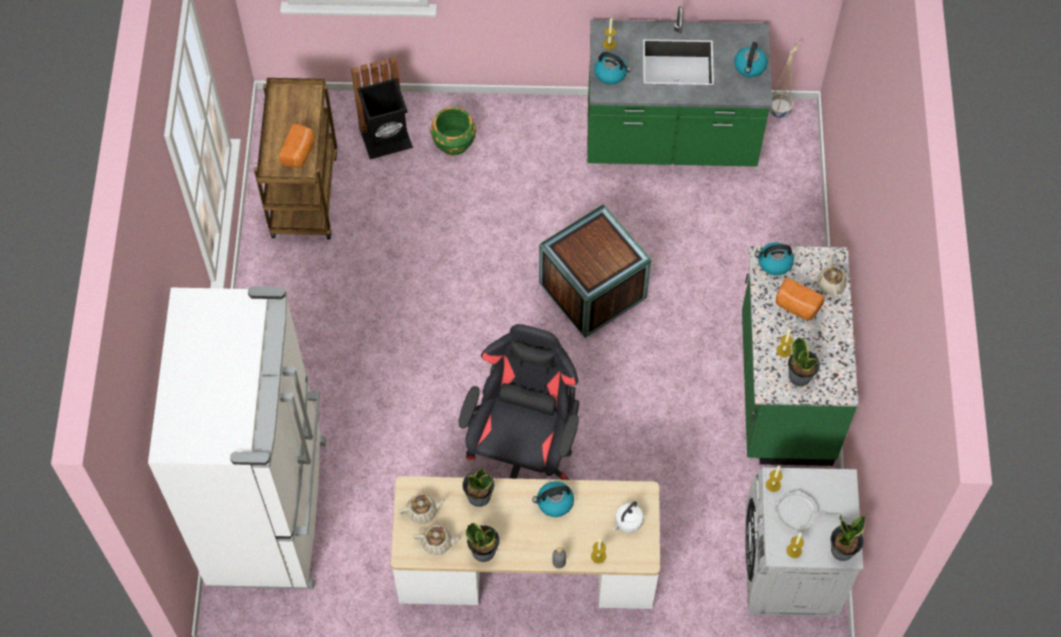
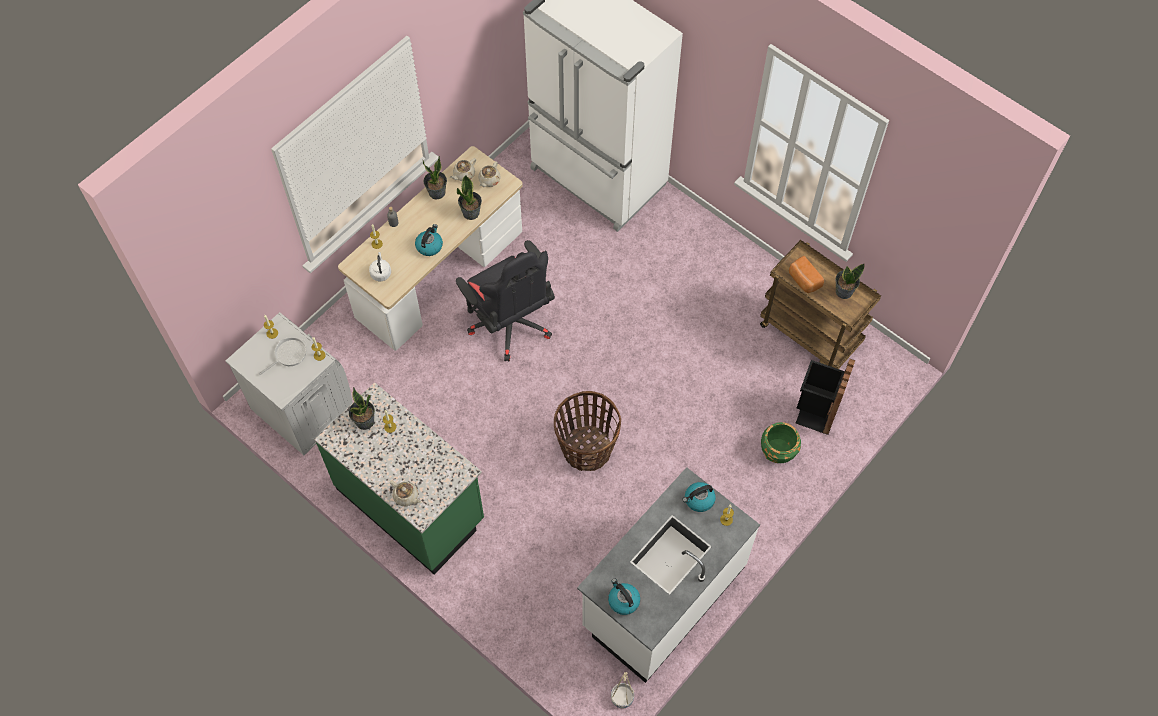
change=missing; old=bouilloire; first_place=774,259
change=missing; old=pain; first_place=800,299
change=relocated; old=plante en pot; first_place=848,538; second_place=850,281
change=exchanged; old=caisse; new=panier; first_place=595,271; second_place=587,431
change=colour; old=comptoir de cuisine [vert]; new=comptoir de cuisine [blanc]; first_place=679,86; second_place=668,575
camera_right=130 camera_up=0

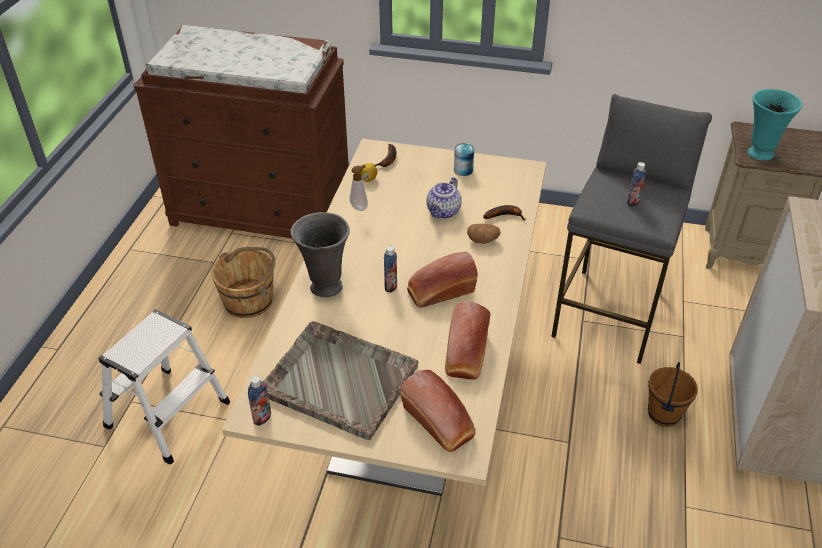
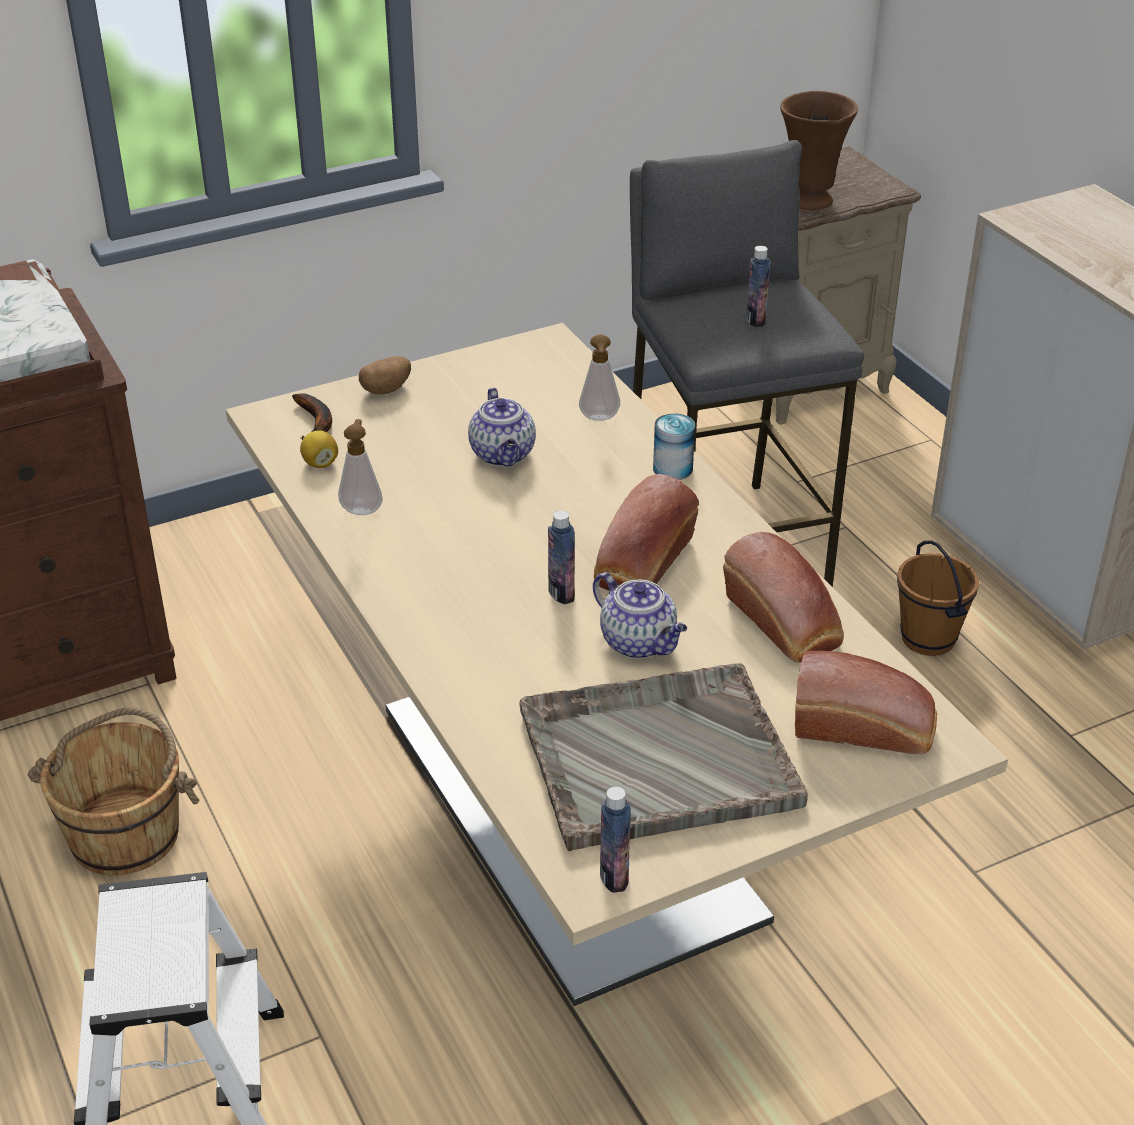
change=missing; old=vase [gris]; first_place=320,254
change=appeared; new=théière; second_place=640,615
change=relocated; old=boîte métallique; first_place=464,159; second_place=674,446
change=relocated; old=pomme de terre; first_place=483,234; second_place=385,375
change=exchanged; old=banane; new=distributeur de savon; first_place=504,213; second_place=599,377
change=colour; old=vase [turquoise]; new=vase [marron]; first_place=774,124; second_place=819,150
camera_right=-40 camera_up=-5

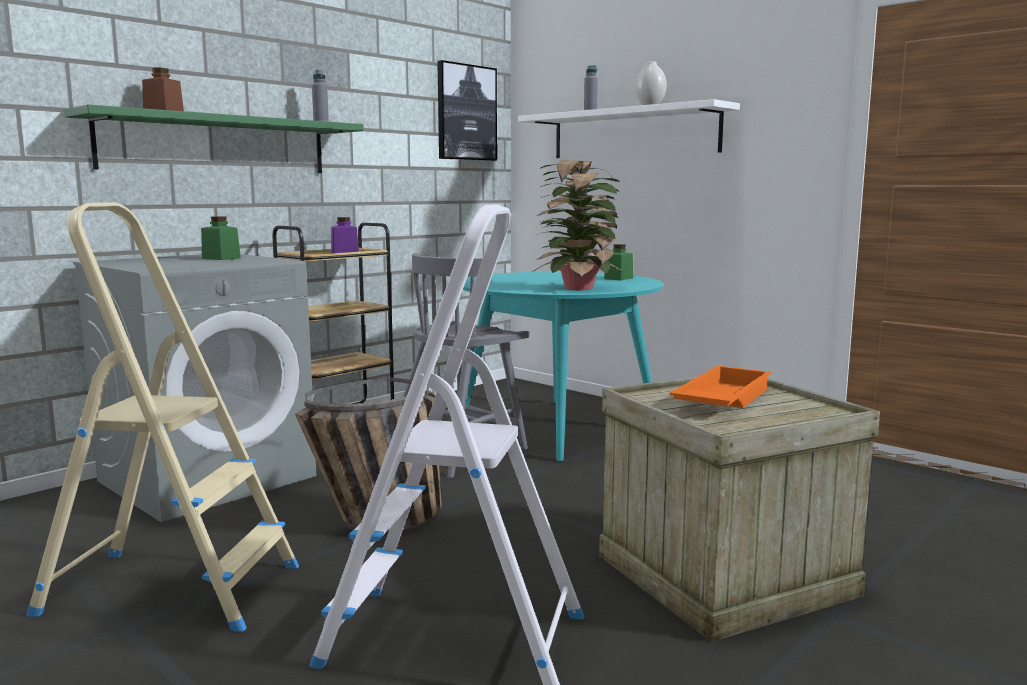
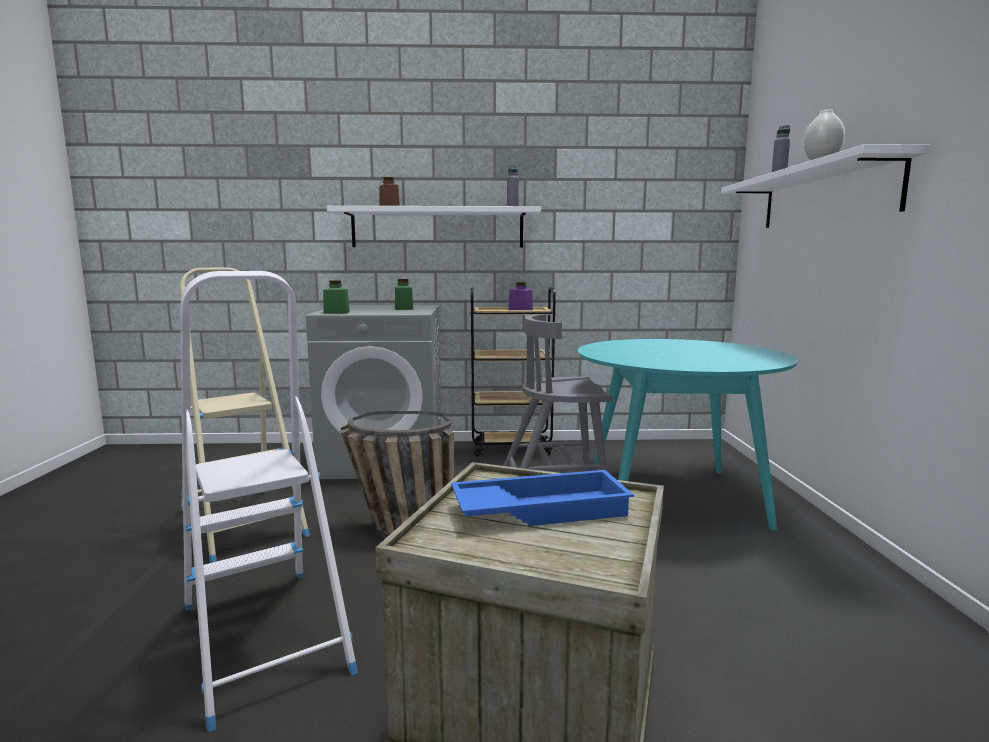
change=missing; old=tableau; first_place=467,110
change=missing; old=plante en pot; first_place=578,225
change=relocated; old=bocal [vert]; first_place=618,262; second_place=336,297
change=colour; old=étagère [vert]; new=étagère [blanc]; first_place=214,138; second_place=434,226
change=colour; old=plateau [orange]; new=plateau [bleu]; first_place=720,387; second_place=542,498
camera_right=45 camera_up=0

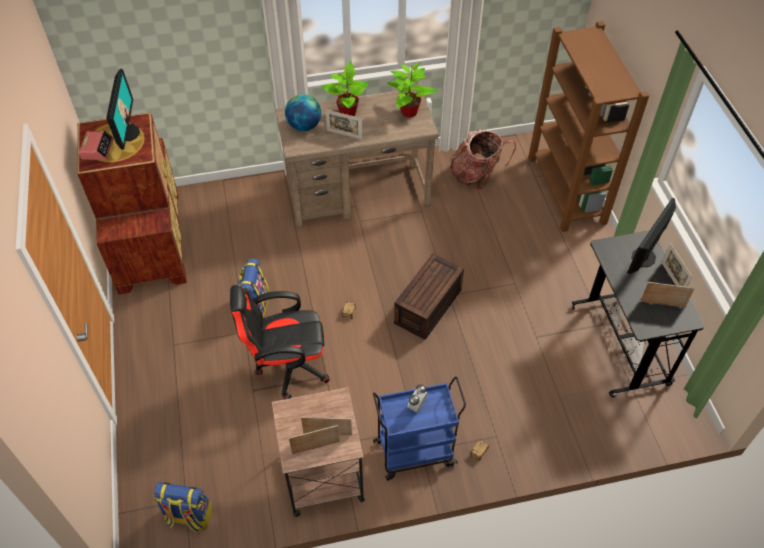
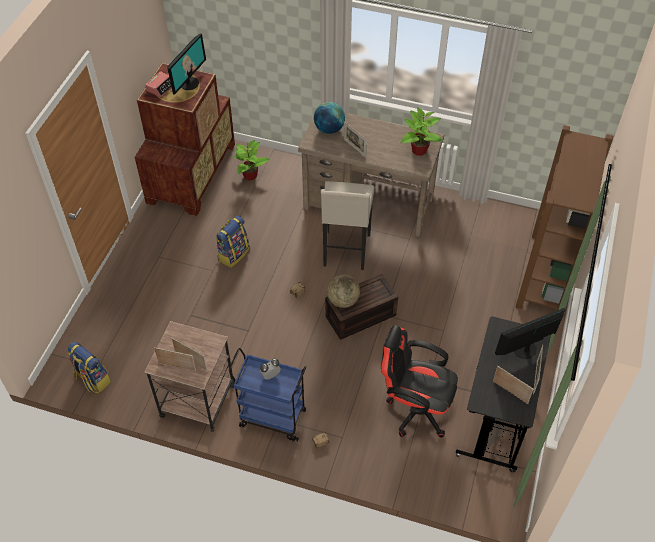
change=missing; old=sac à dos; first_place=483,159
change=appeared; new=tabouret [beige]; second_place=347,225
change=appeared; new=globe; second_place=343,291
change=relocated; old=chaise de bureau [noir]; first_place=280,342; second_place=419,381
change=relocated; old=plante en pot; first_place=345,88; second_place=251,160
camera_right=30 camera_up=0

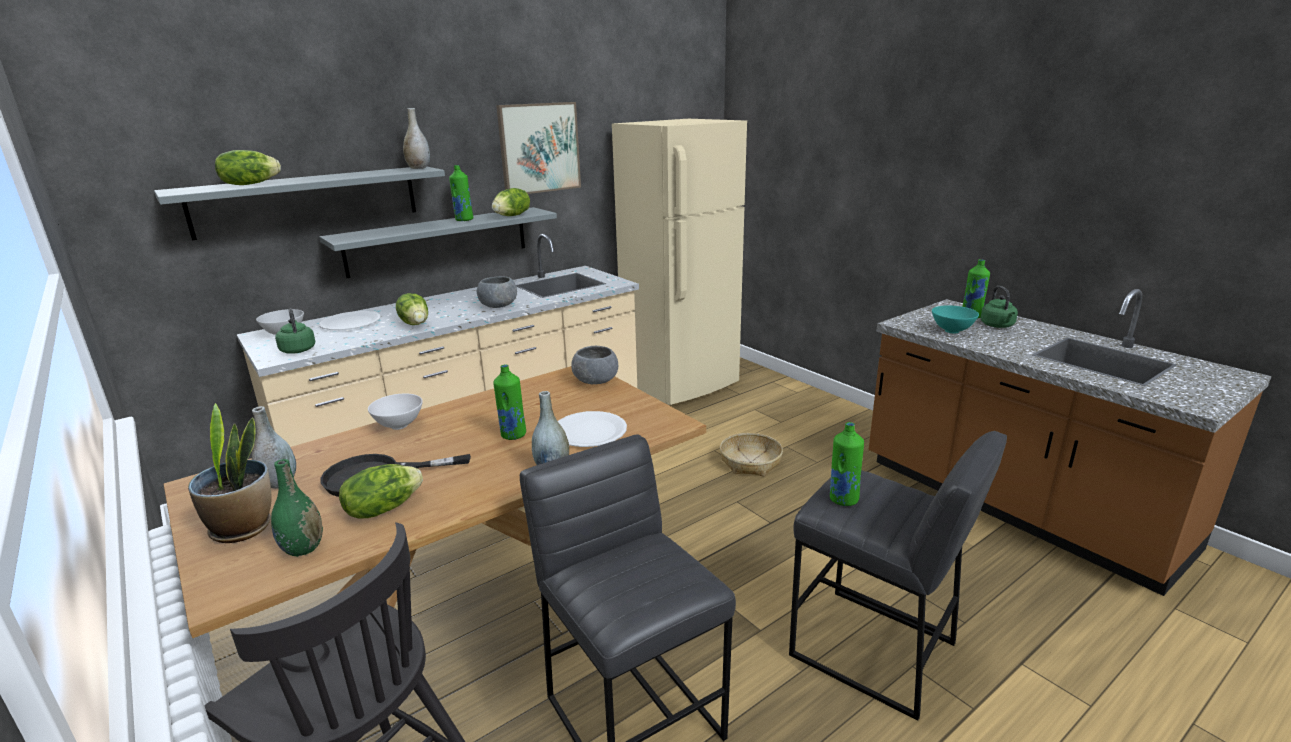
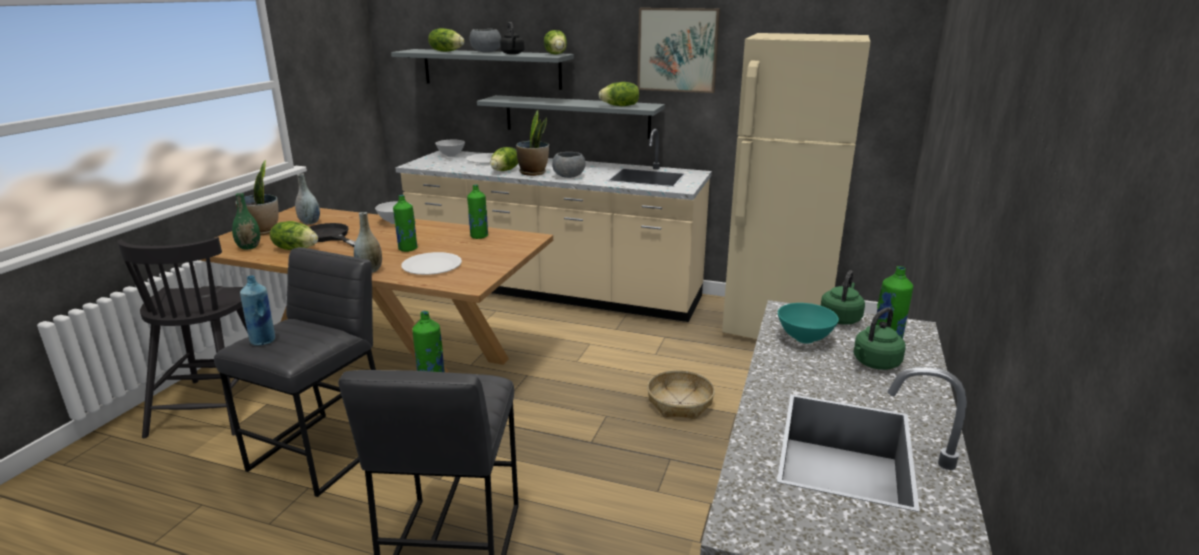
change=appeared; new=bouteille [bleu]; second_place=257,310
change=appeared; new=bouilloire [noir]; second_place=512,38
change=appeared; new=plante en pot; second_place=532,143
change=relocated; old=bouilloire [vert]; first_place=295,331; second_place=843,297
change=relocated; old=bouteille [vert]; first_place=461,193; second_place=477,212
change=relocated; old=bol [gris]; first_place=594,365; second_place=485,41
change=exchanged; old=vase [gris]; new=laitue; first_place=416,138; second_place=555,42
camera_right=55 camera_up=0

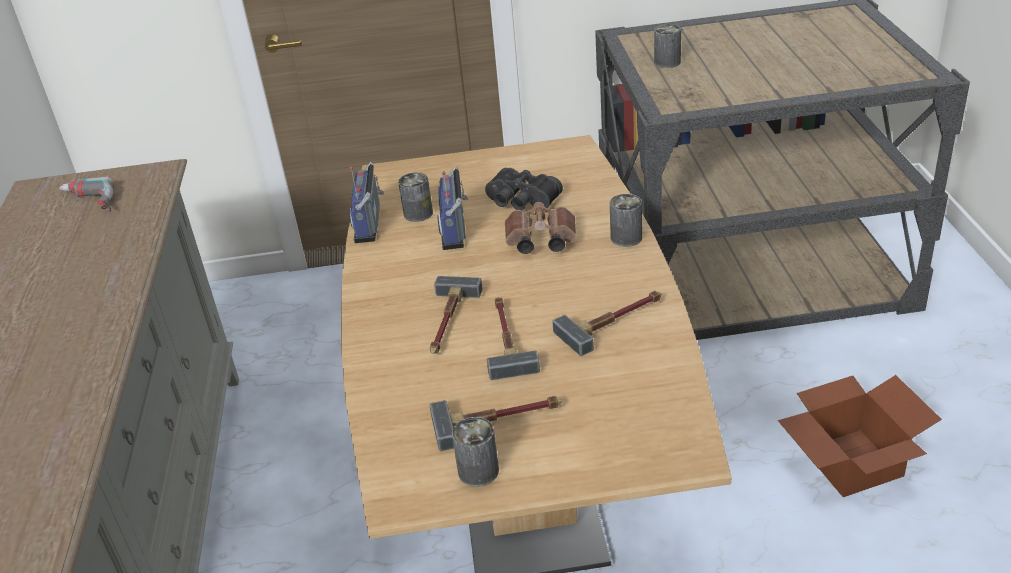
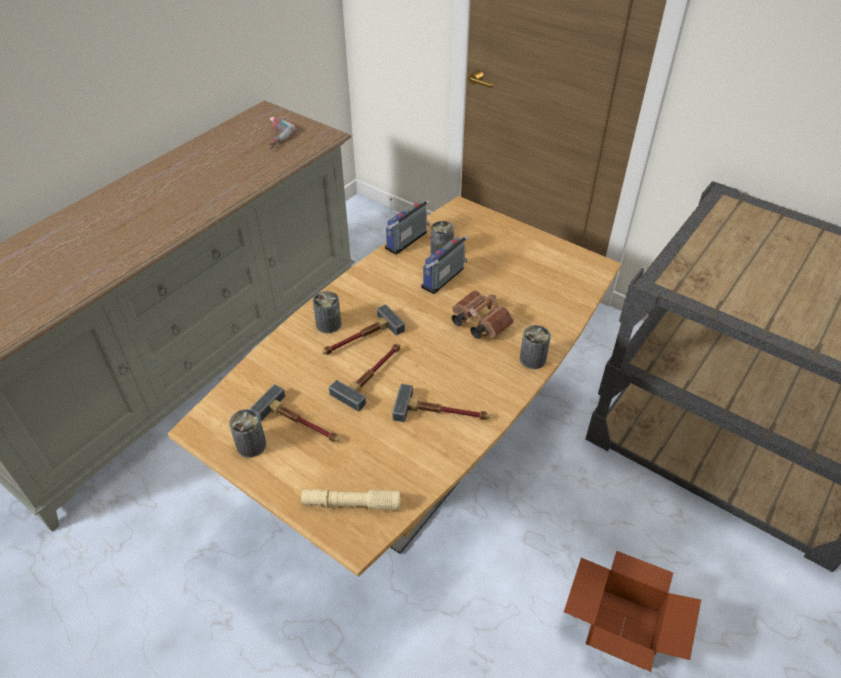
change=missing; old=jumelles [noir]; first_place=524,189
change=appeared; new=lampe de poche [beige]; second_place=351,499
change=relocated; old=boîte métallique; first_place=667,46; second_place=327,312
camera_right=40 camera_up=10

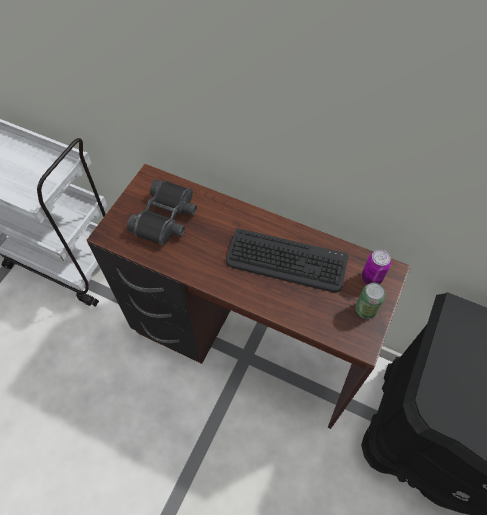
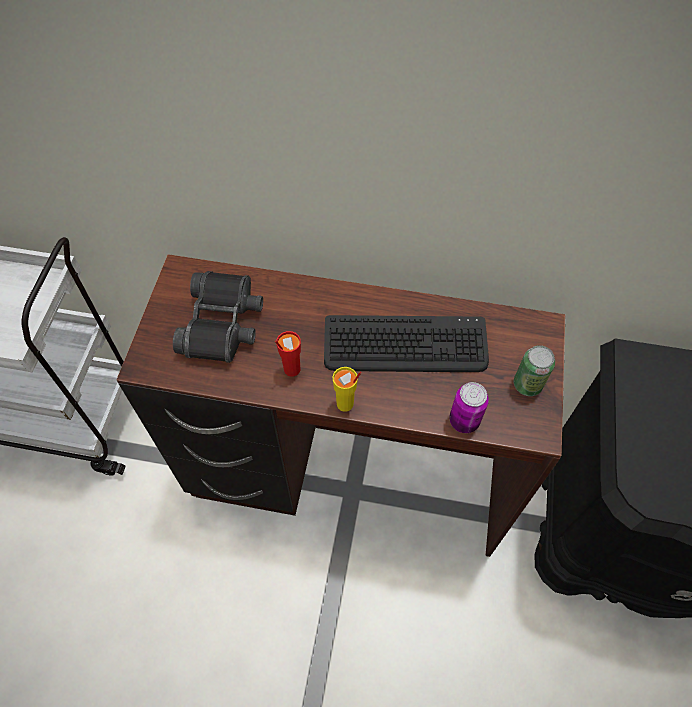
change=appeared; new=tasse [rouge]; second_place=288,354
change=appeared; new=tasse [jaune]; second_place=347,389
change=relocated; old=boîte métallique; first_place=376,267; second_place=469,407
camera_right=-15 camera_up=0

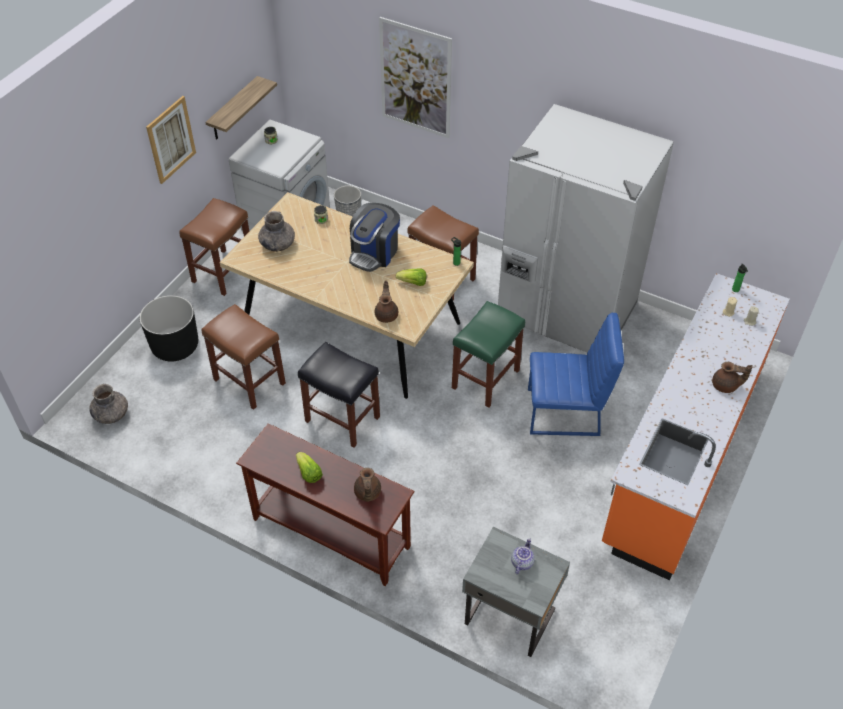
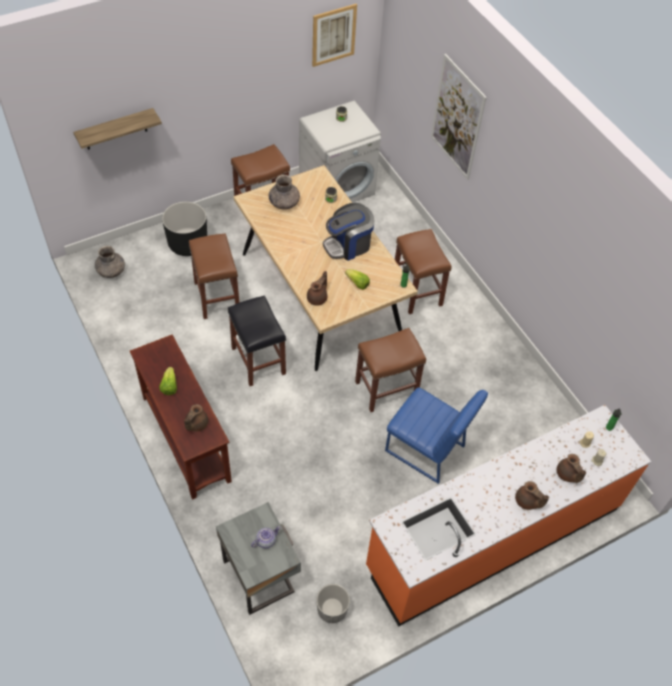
change=missing; old=réfrigérateur [blanc]; first_place=586,228
change=appeared; new=théière [marron]; second_place=571,468
change=relocated; old=tableau; first_place=171,140; second_place=334,35
change=relocated; old=étagère; first_place=241,108; second_place=117,129
change=relocated; old=cache-pot; first_place=347,201; second_place=333,603
change=colour; old=tabouret [vert]; new=tabouret [marron]; first_place=488,354; second_place=390,370
camera_right=30 camera_up=5

